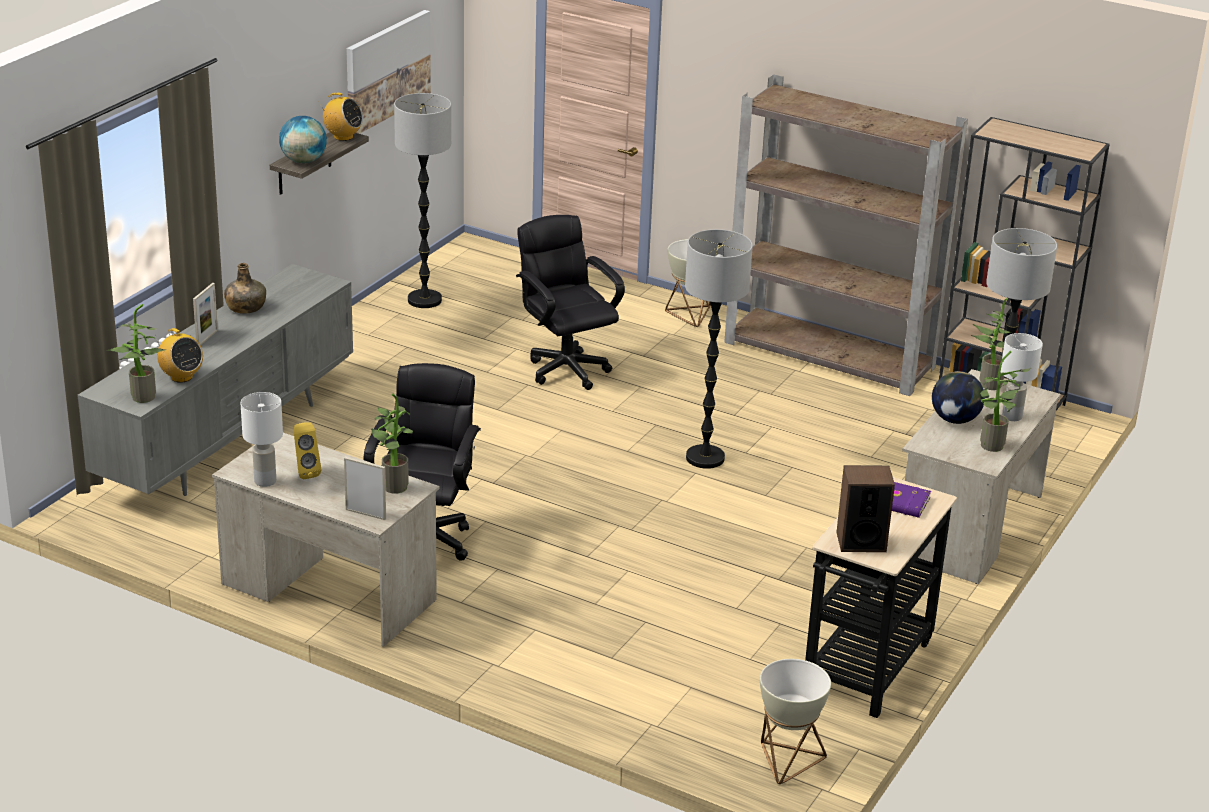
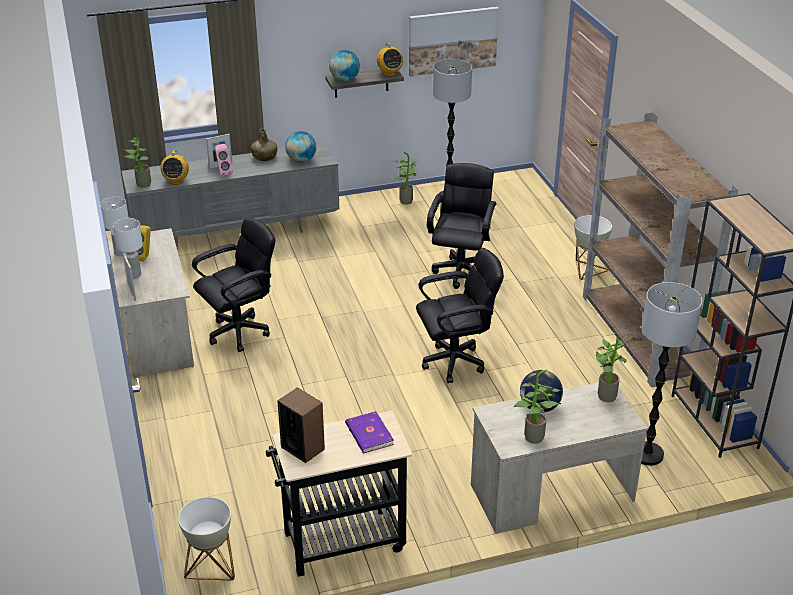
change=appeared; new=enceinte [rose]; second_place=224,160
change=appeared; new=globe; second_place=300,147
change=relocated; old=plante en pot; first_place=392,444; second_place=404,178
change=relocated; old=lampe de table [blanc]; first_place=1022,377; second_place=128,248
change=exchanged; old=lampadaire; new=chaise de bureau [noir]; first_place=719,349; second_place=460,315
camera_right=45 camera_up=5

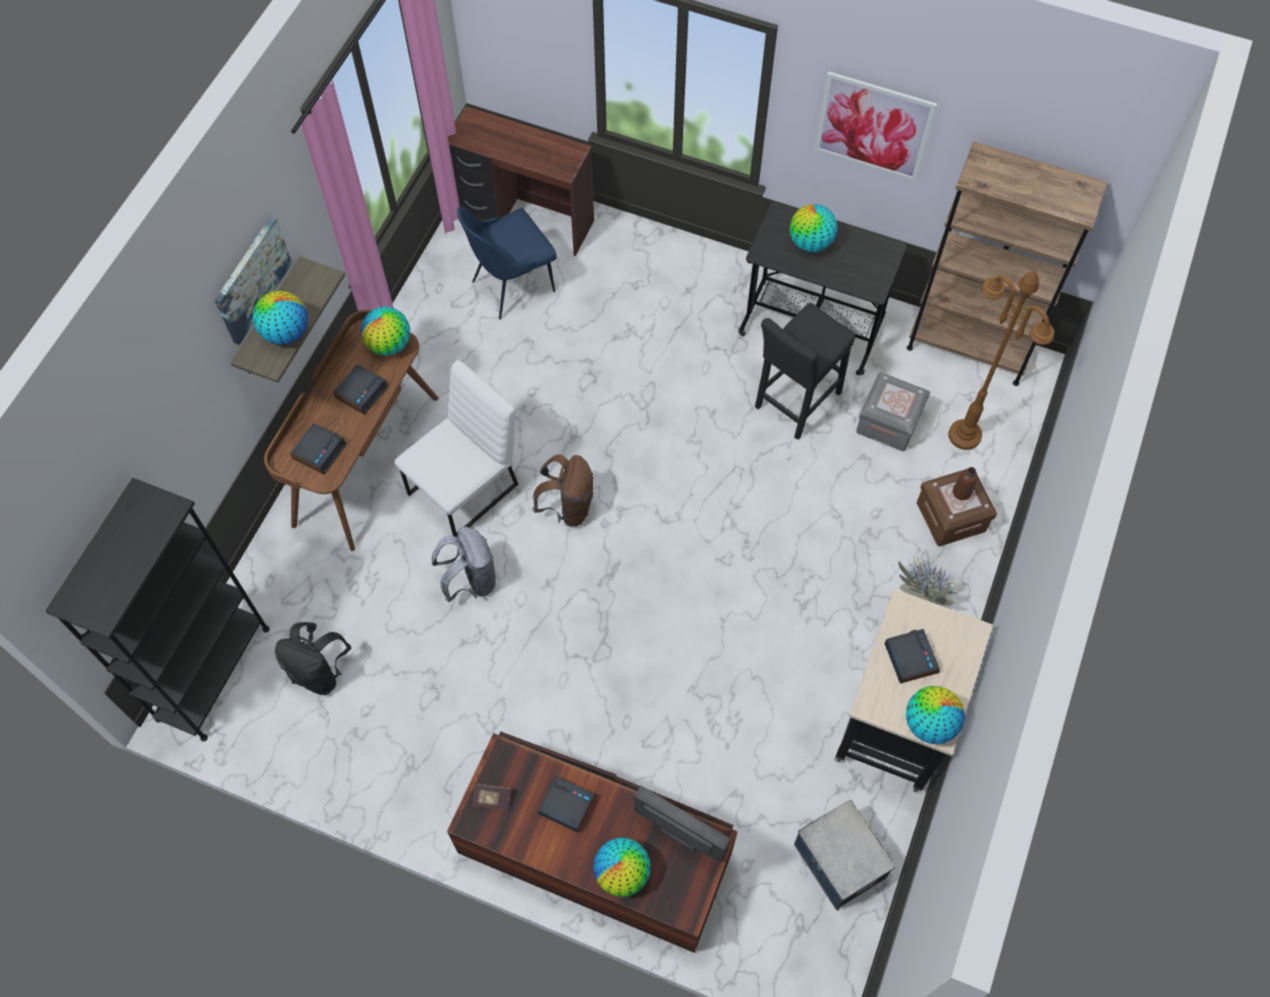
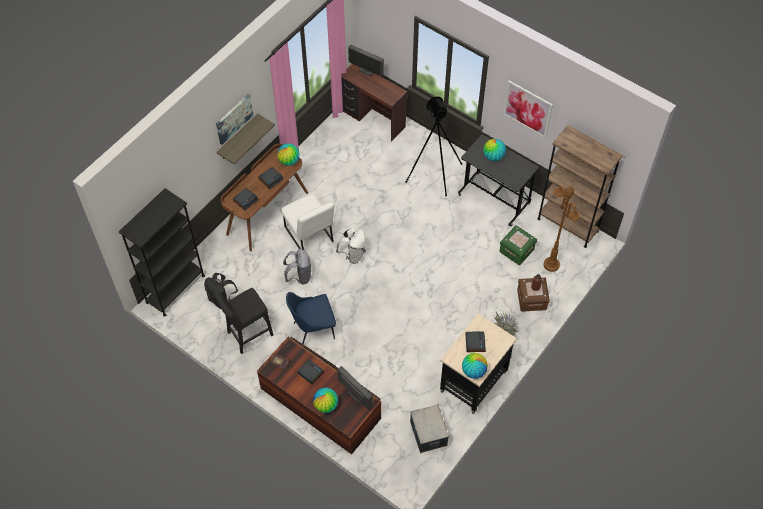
change=missing; old=globe; first_place=280,318
change=appeared; new=écran d'ordinateur; second_place=366,60
change=appeared; new=lampadaire [noir]; second_place=433,146
change=relocated; old=chaise [bleu]; first_place=507,263; second_place=311,318
change=relocated; old=tabouret [noir]; first_place=805,371; second_place=243,321
change=colour; old=sac à dos [marron]; new=sac à dos [blanc]; first_place=563,491; second_place=351,245
change=colour; old=boîte de rangement [gris]; new=boîte de rangement [vert]; first_place=893,411; second_place=518,245
change=spun; old=chaise [blanc]; first_place=456,448; second_place=307,222; degrees=90
camera_right=15 camera_up=-5

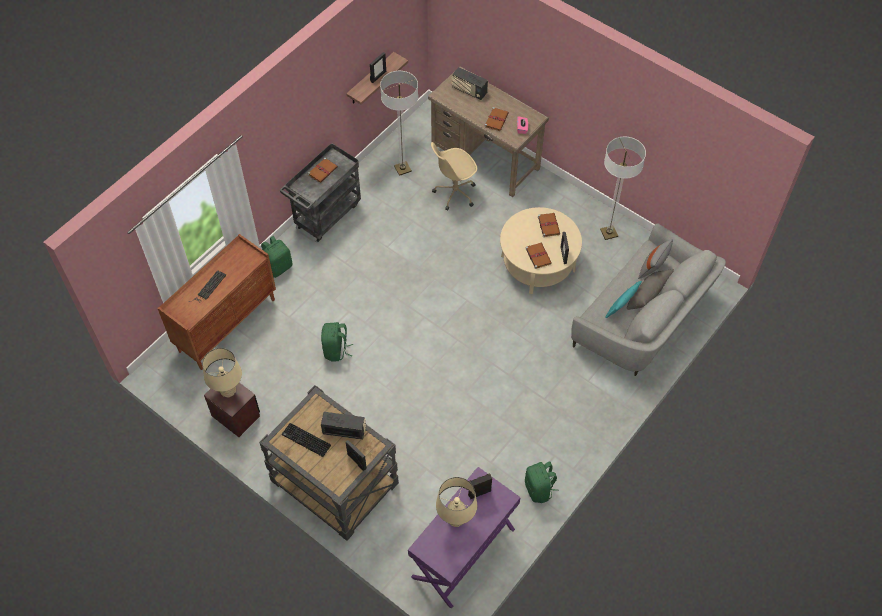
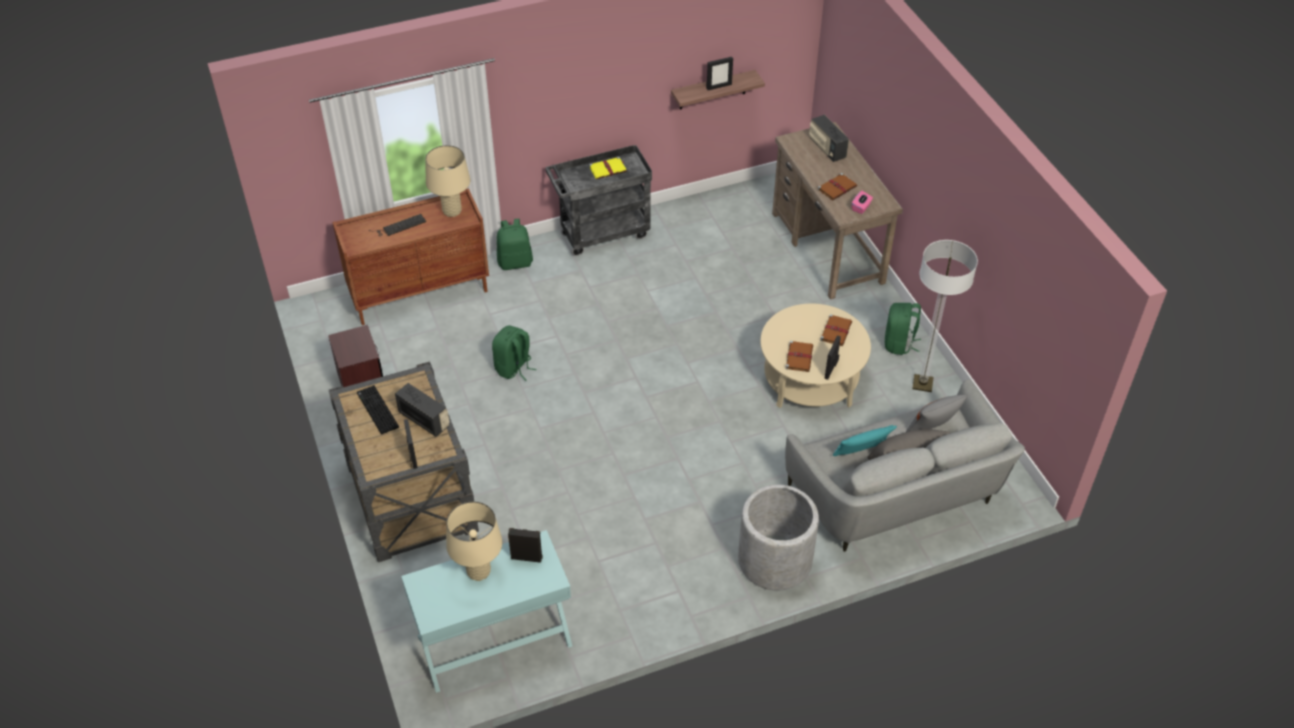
change=missing; old=lampadaire; first_place=399,123
change=missing; old=chaise de bureau [beige]; first_place=454,176
change=appeared; new=cache-pot [gris]; second_place=778,537
change=relocated; old=lampe de table [beige]; first_place=222,372; second_place=447,181
change=relocated; old=sac à dos [vert]; first_place=542,482; second_place=903,329
change=colour; old=livre [marron]; new=livre [jaune]; first_place=323,170; second_place=608,168
change=colour; old=bureau [violet]; new=bureau [turquoise]; first_place=464,538; second_place=486,611
camera_right=30 camera_up=-10

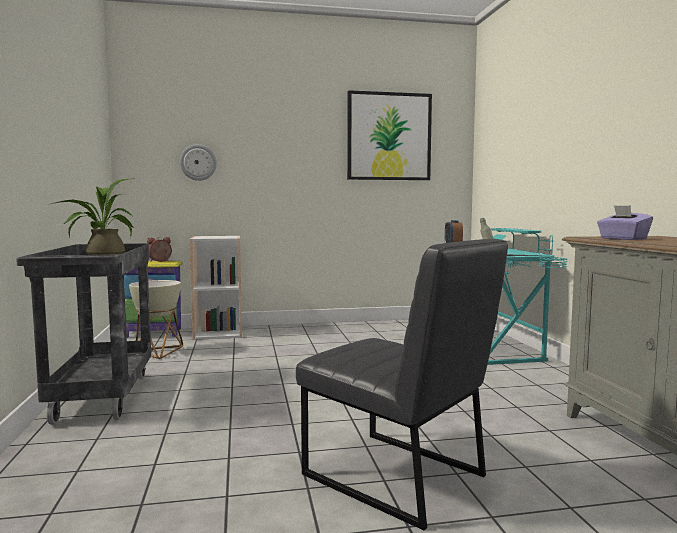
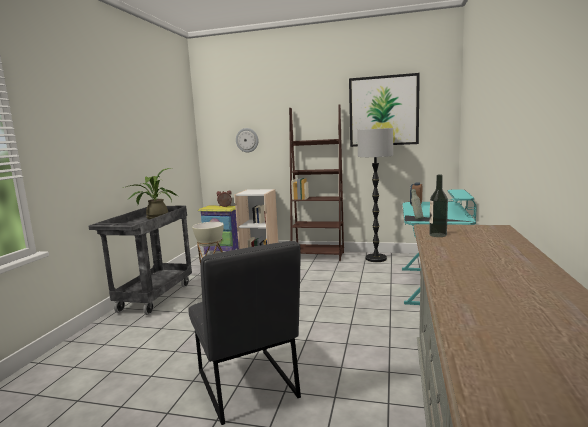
change=appeared; new=bibliothèque [marron]; second_place=316,182
change=appeared; new=lampadaire; second_place=375,195
change=exchanged; old=boîte à mouchoirs [violet]; new=bouteille; first_place=625,222; second_place=438,206
camera_right=25 camera_up=5

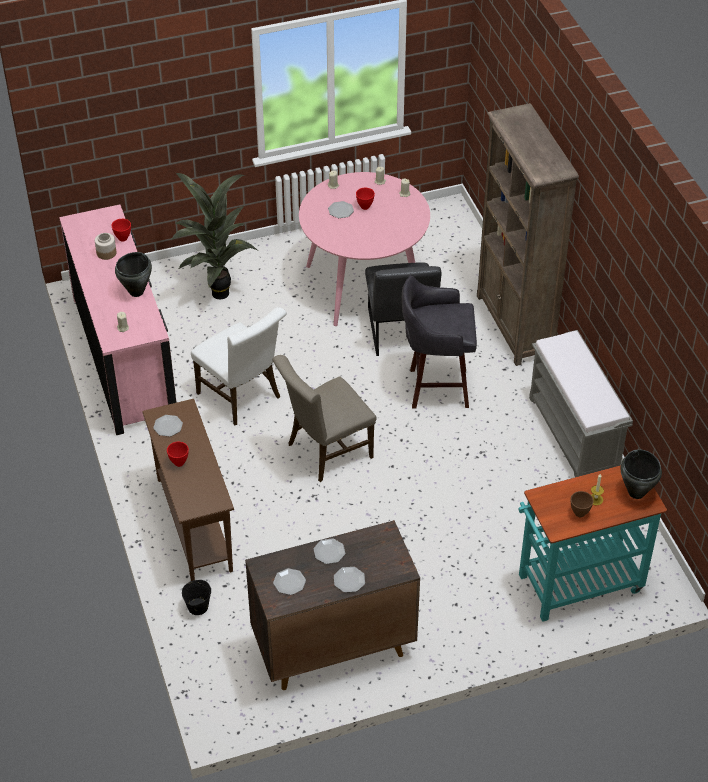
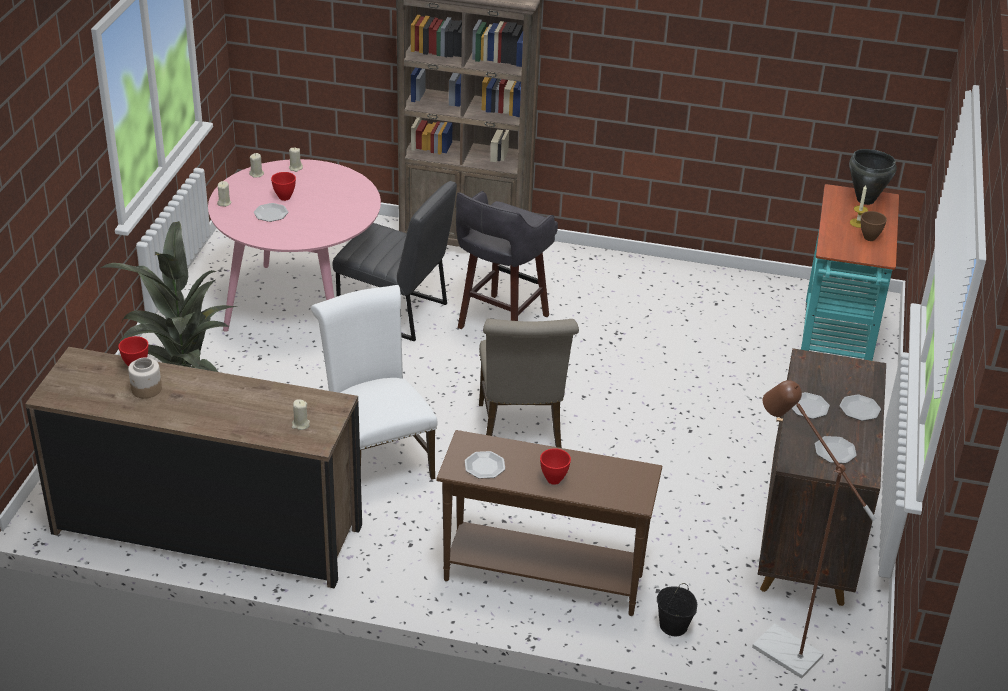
change=missing; old=marmite [noir]; first_place=133,274
change=missing; old=banc [gris]; first_place=581,403
change=appeared; new=lampadaire [marron]; second_place=814,529
change=colour; old=commode [rose]; new=commode [marron]; first_place=118,319; second_place=193,468
change=spun; old=chaise [blanc]; first_place=239,366; second_place=374,382; degrees=-105
camera_right=-60 camera_up=-10

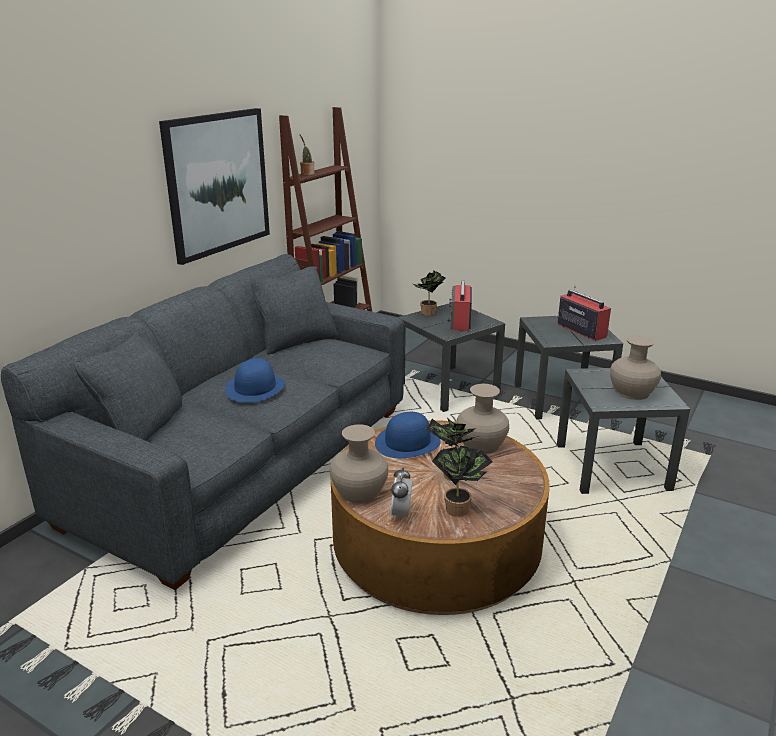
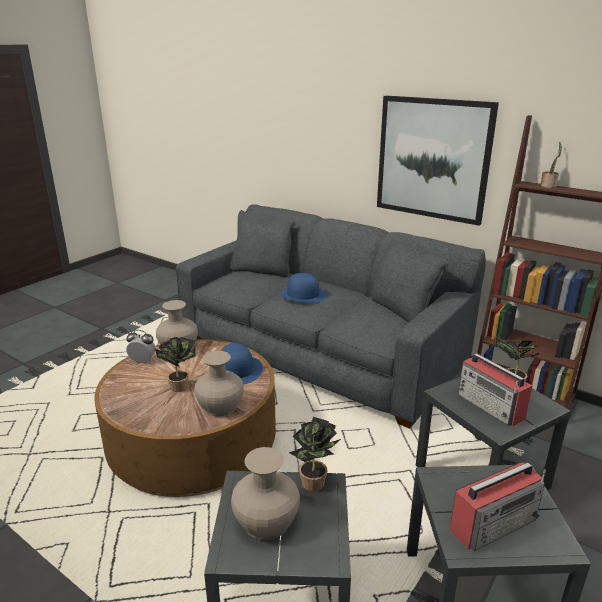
change=relocated; old=plante en pot; first_place=462,481; second_place=315,454
change=spun; old=radio; first_place=459,306; second_place=495,390; degrees=-135
camera_right=95 camera_up=0

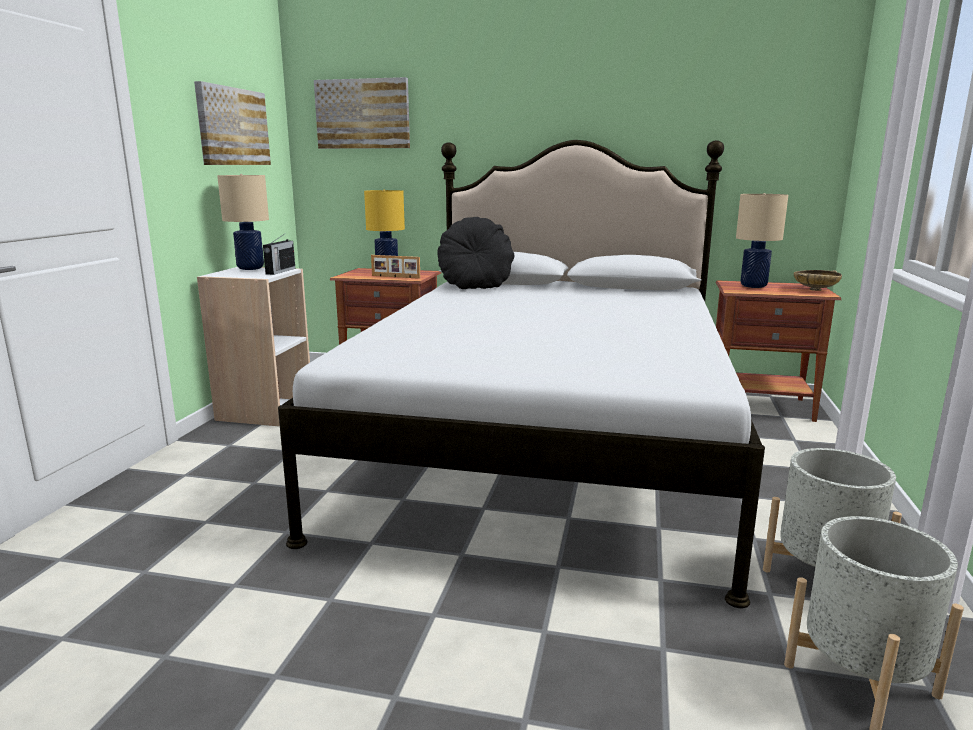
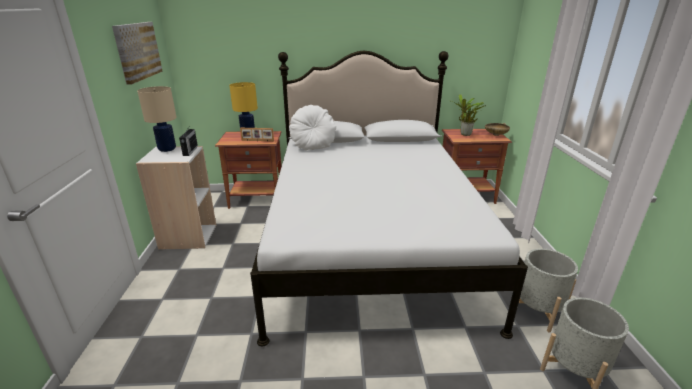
change=missing; old=tableau; first_place=362,113
change=exchanged; old=lampe de table [beige]; new=plante en pot; first_place=762,240; second_place=467,115
change=colour; old=coussin [noir]; new=coussin [blanc]; first_place=475,253; second_place=312,127
camera_right=-15 camera_up=10

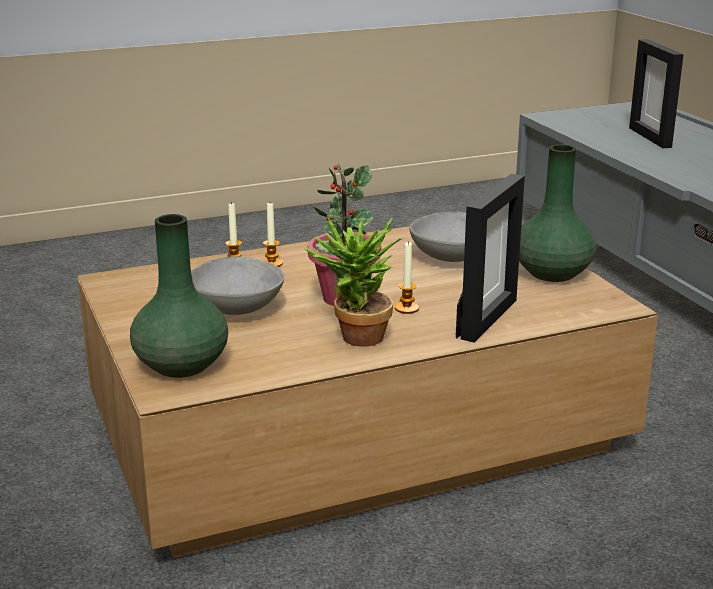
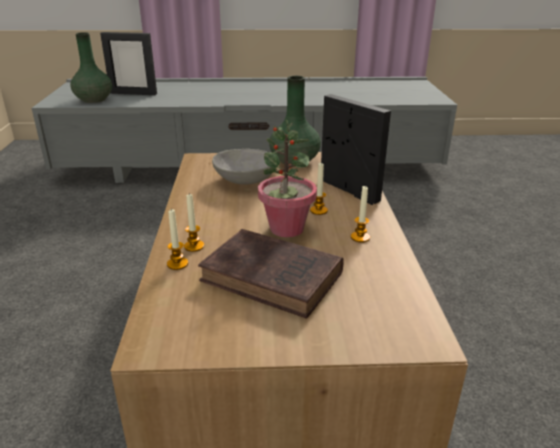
change=relocated; old=vase [vert]; first_place=179,296; second_place=91,67
change=exchanged; old=bol [gris]; new=livre [marron]; first_place=238,285; second_place=271,274
change=exchanged; old=plante en pot; new=bougie; first_place=354,280; second_place=360,214
camera_right=-70 camera_up=5

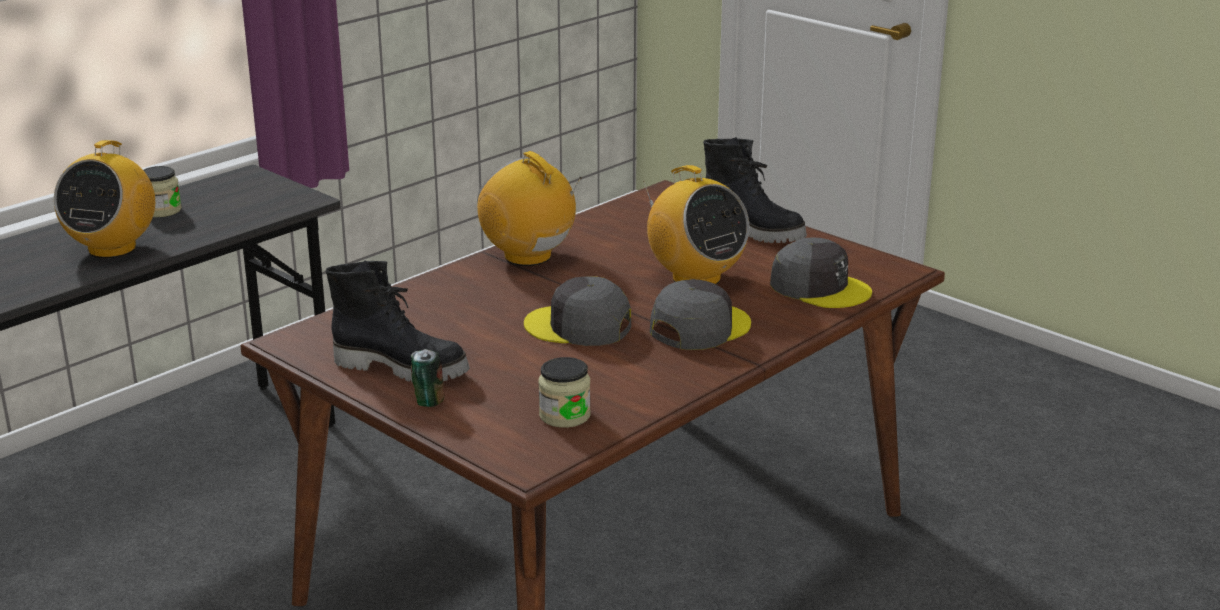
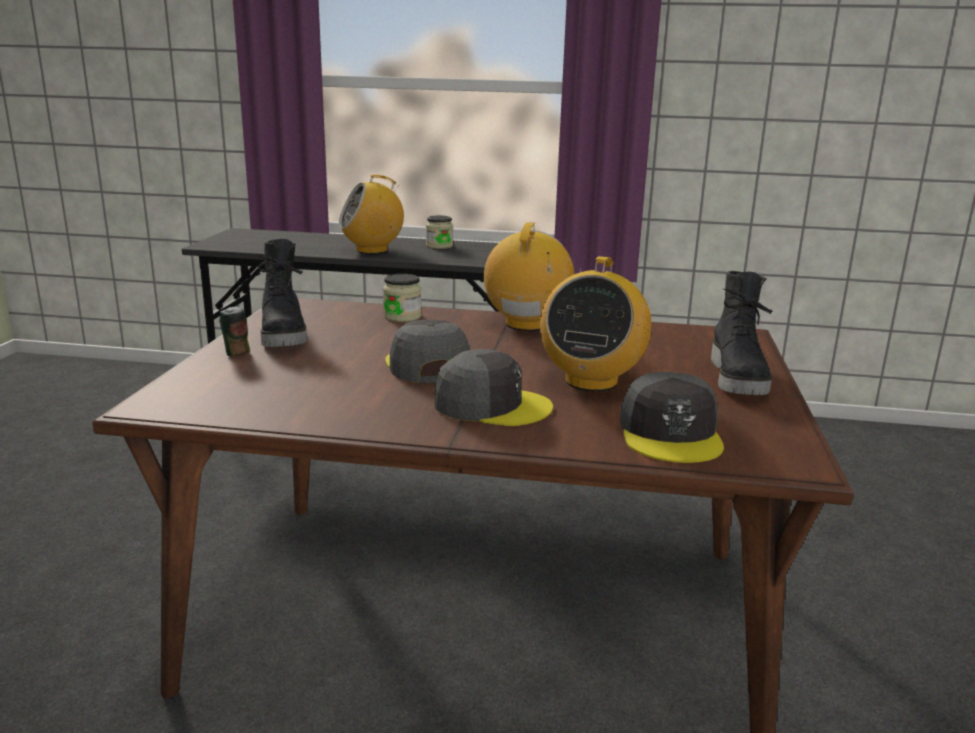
change=relocated; old=bocal; first_place=564,392; second_place=402,298
camera_right=55 camera_up=-5

